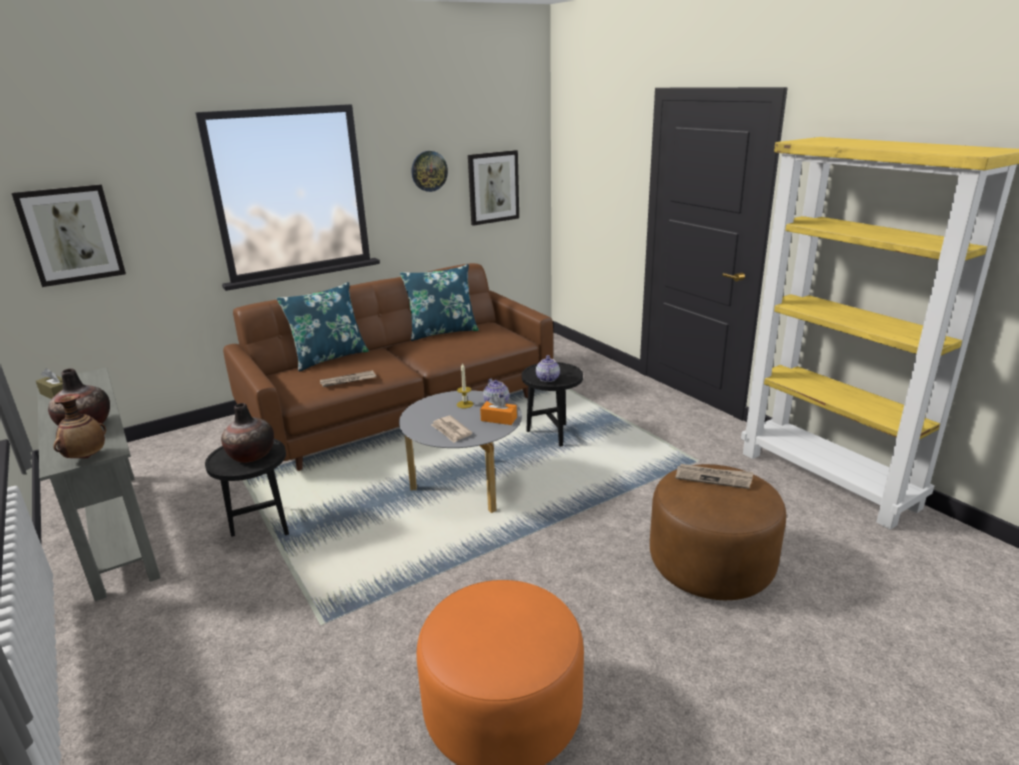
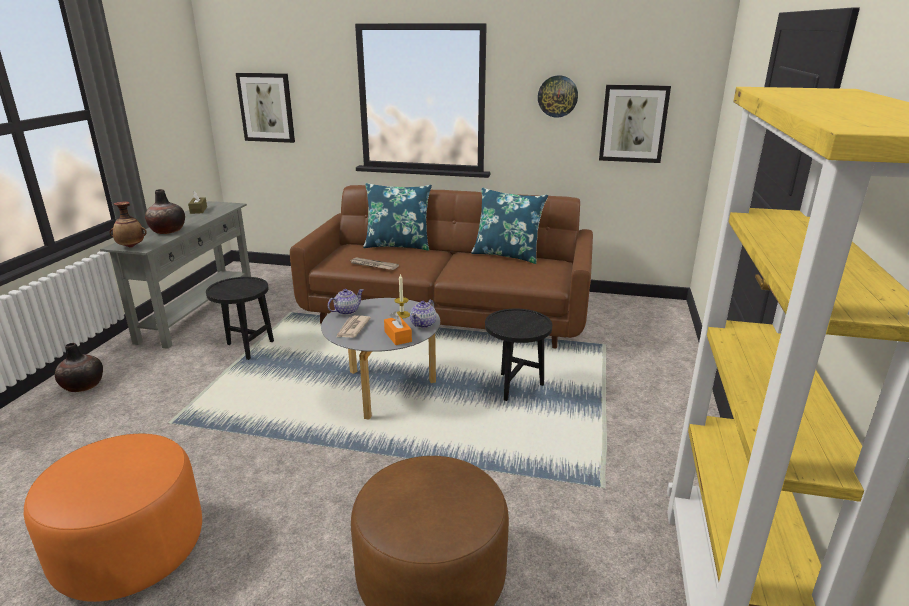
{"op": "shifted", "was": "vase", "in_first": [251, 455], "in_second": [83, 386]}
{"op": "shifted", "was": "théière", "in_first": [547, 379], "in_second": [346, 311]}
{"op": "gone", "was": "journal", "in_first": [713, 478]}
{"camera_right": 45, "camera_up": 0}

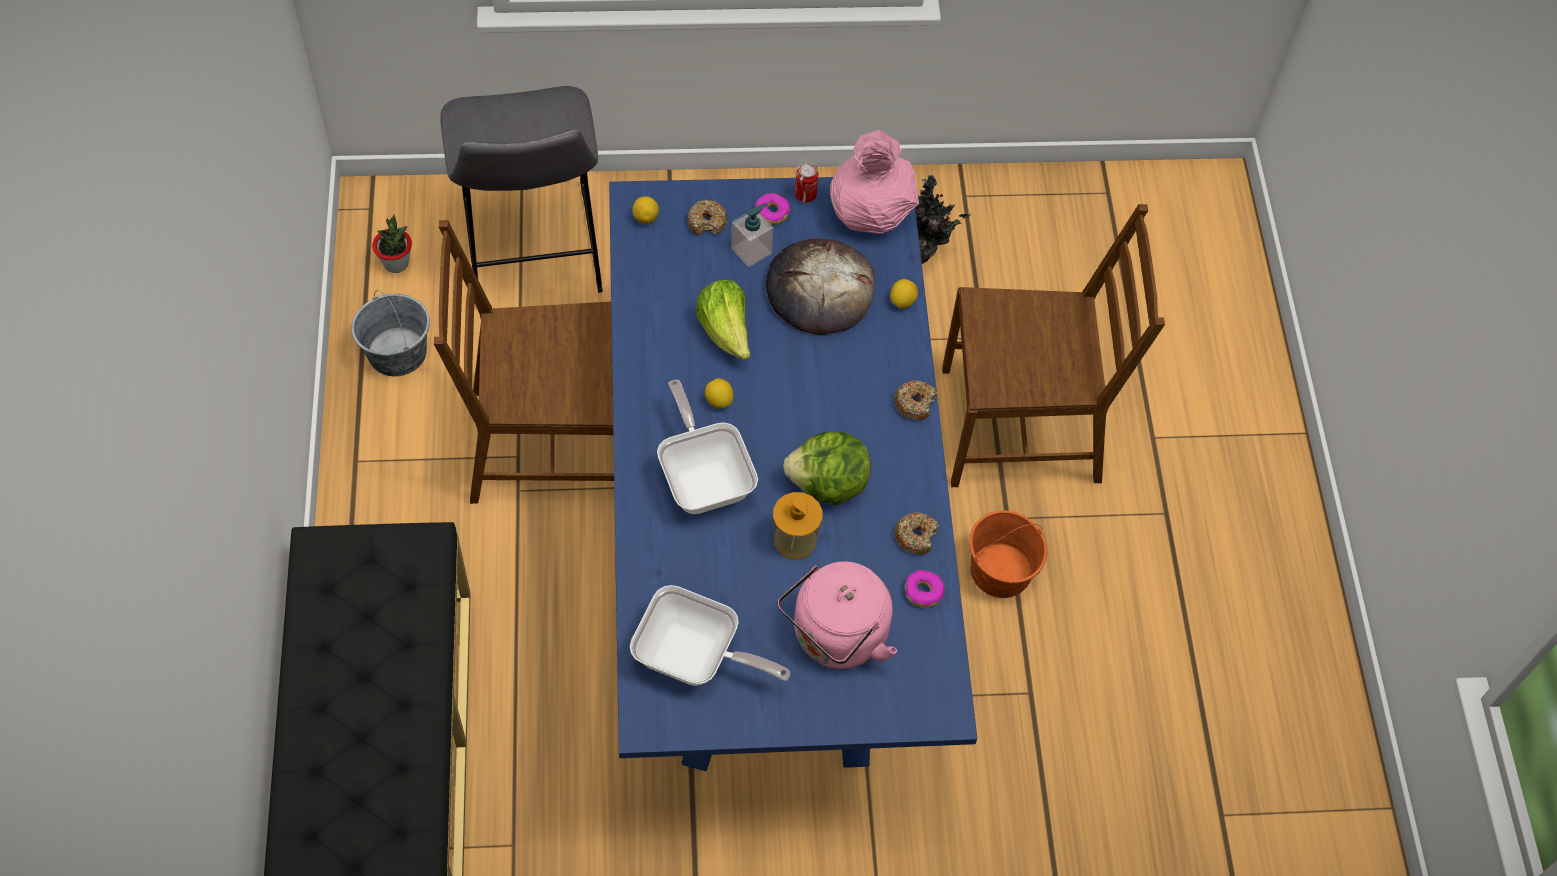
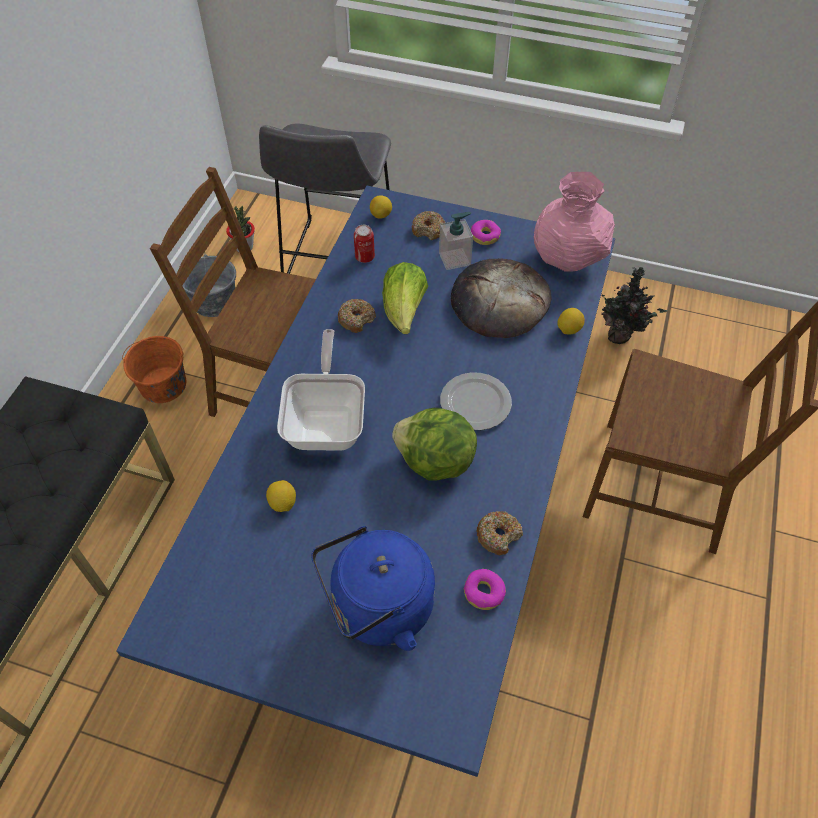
{"op": "gone", "was": "poêle", "in_first": [695, 658]}
{"op": "shifted", "was": "citron", "in_first": [719, 401], "in_second": [283, 503]}
{"op": "gone", "was": "distributeur de savon", "in_first": [795, 540]}
{"op": "repainted", "was": "bouilloire [rose]", "now": "bouilloire [bleu]", "in_first": [836, 638], "in_second": [377, 609]}
{"op": "shifted", "was": "boîte métallique", "in_first": [805, 195], "in_second": [364, 257]}
{"op": "shifted", "was": "beignet", "in_first": [915, 403], "in_second": [356, 319]}
{"op": "shifted", "was": "seau [orange]", "in_first": [1001, 571], "in_second": [164, 385]}
{"op": "new", "now": "assiette", "in_second": [475, 404]}
{"camera_right": 25, "camera_up": -5}

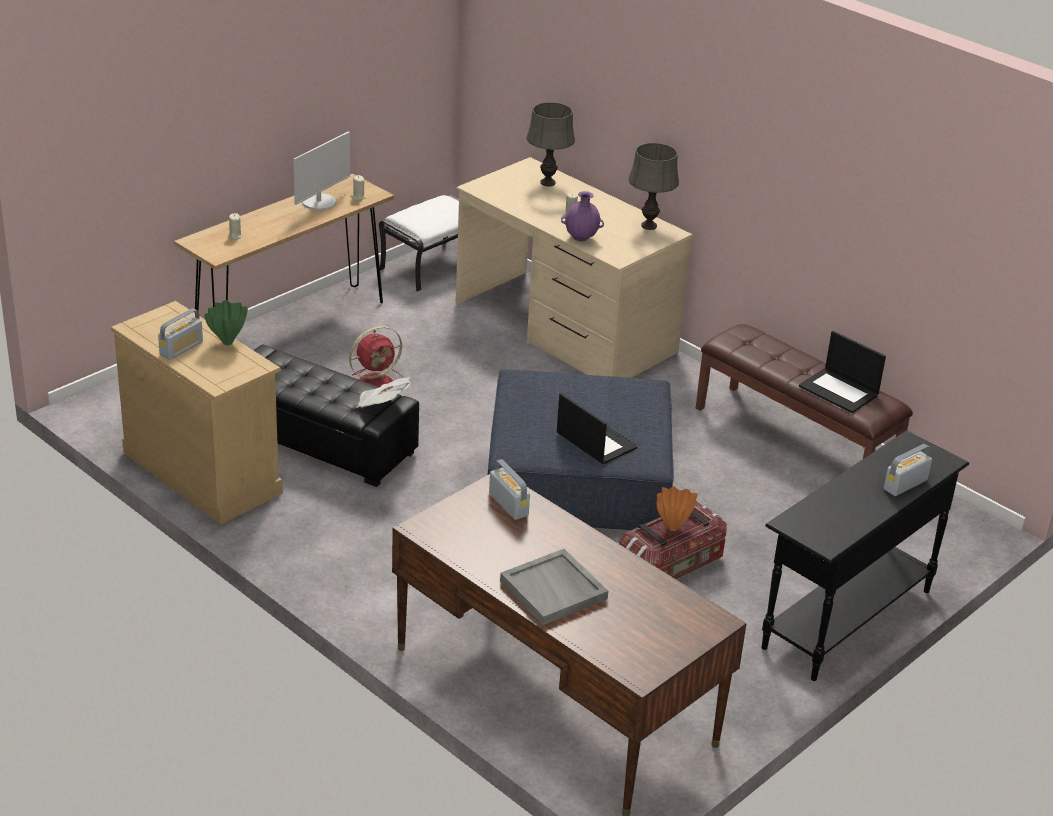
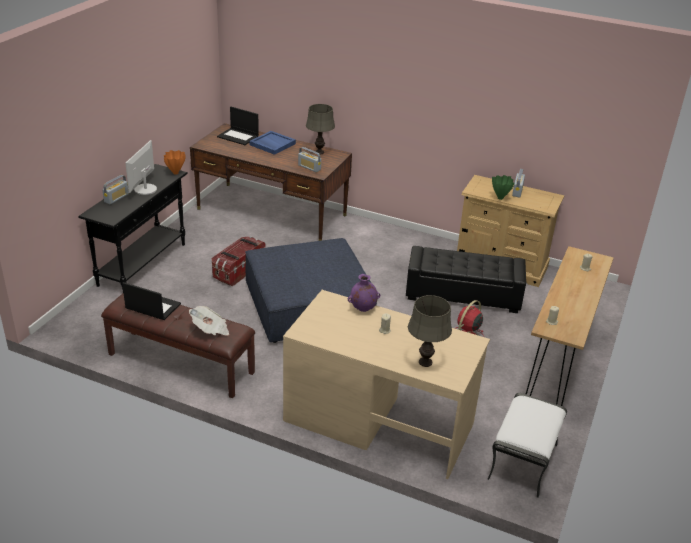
{"op": "shifted", "was": "écran d'ordinateur", "in_first": [319, 202], "in_second": [145, 189]}
{"op": "shifted", "was": "journal", "in_first": [382, 405], "in_second": [210, 330]}
{"op": "repainted", "was": "plateau [gris]", "now": "plateau [bleu]", "in_first": [554, 590], "in_second": [272, 144]}
{"op": "shifted", "was": "ordinateur portable", "in_first": [595, 441], "in_second": [238, 136]}
{"op": "shifted", "was": "lampe de table [gris]", "in_first": [649, 226], "in_second": [319, 152]}
{"op": "shifted", "was": "vase [orange]", "in_first": [672, 528], "in_second": [176, 173]}
{"camera_right": 160, "camera_up": 0}

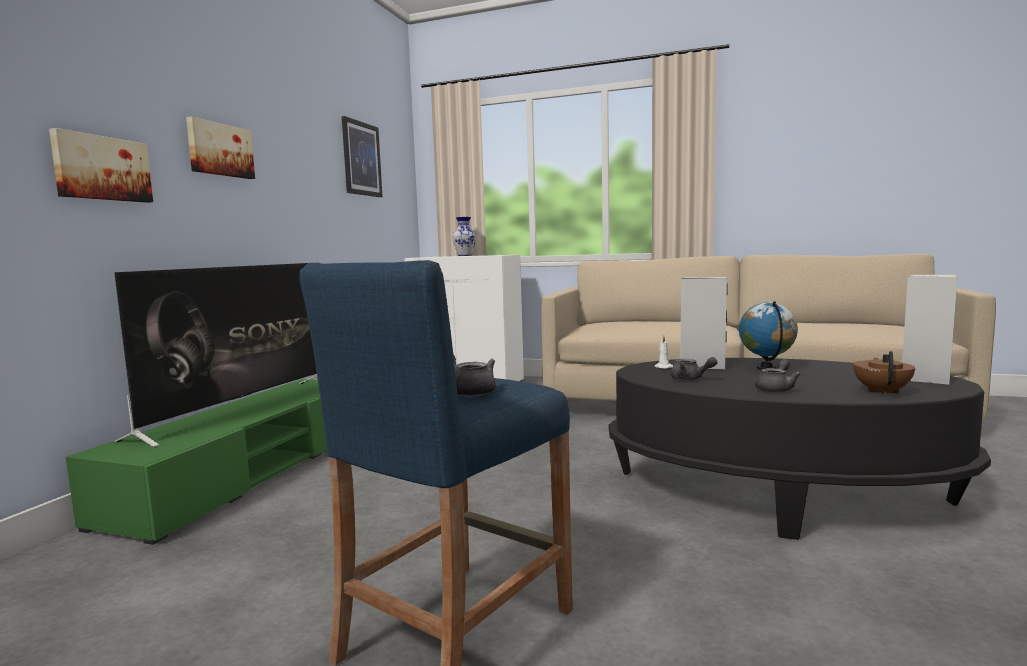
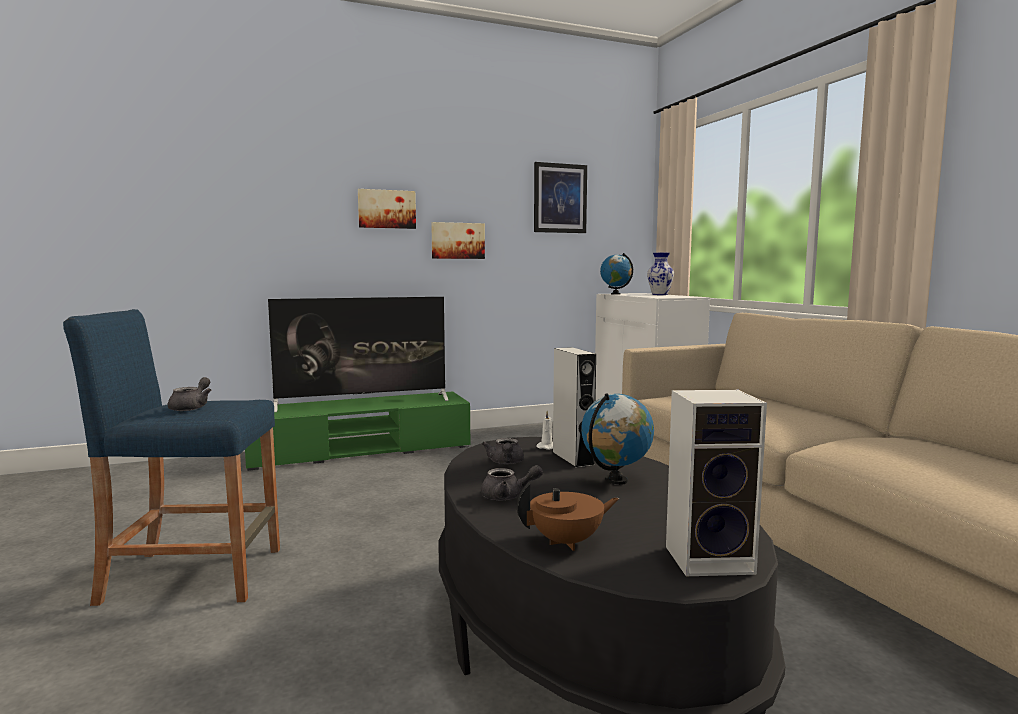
{"op": "shifted", "was": "tableau", "in_first": [102, 168], "in_second": [457, 241]}
{"op": "new", "now": "globe", "in_second": [615, 294]}
{"camera_right": 50, "camera_up": 0}

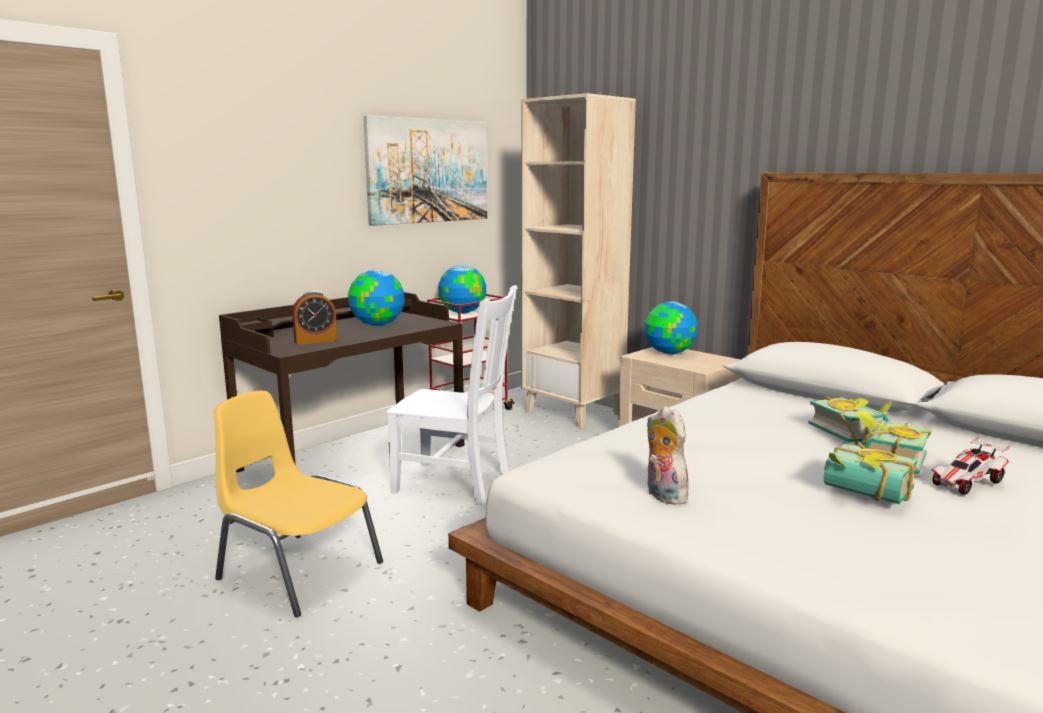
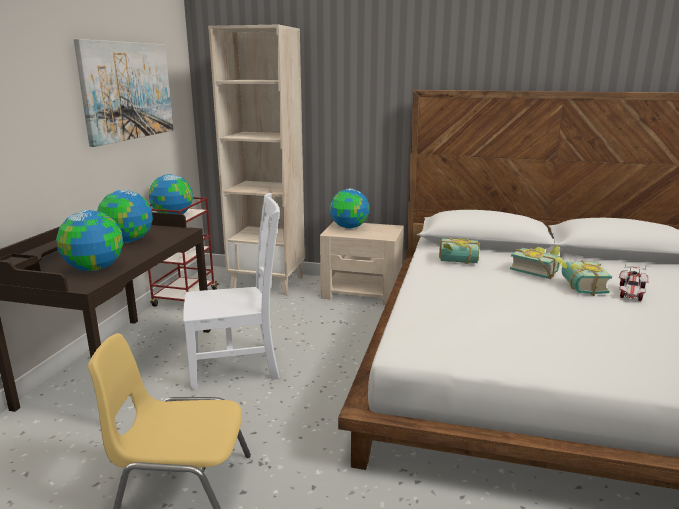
{"op": "swapped", "was": "réveil", "now": "globe", "in_first": [316, 341], "in_second": [95, 268]}
{"op": "gone", "was": "peluche", "in_first": [662, 495]}
{"op": "shifted", "was": "livre", "in_first": [864, 494], "in_second": [458, 262]}
{"camera_right": -30, "camera_up": 5}

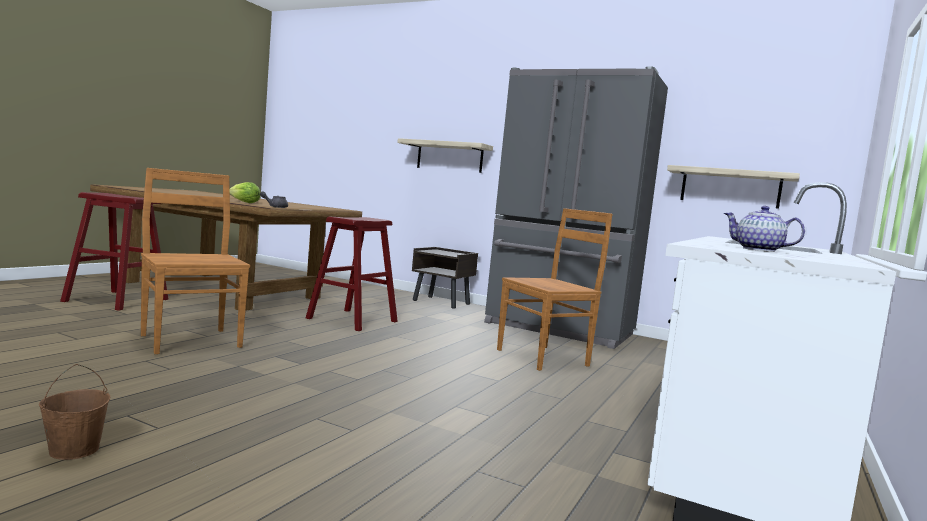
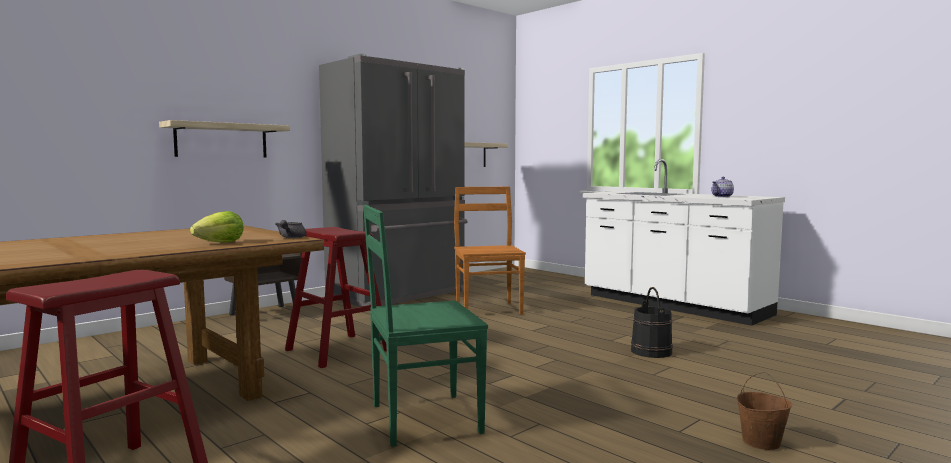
{"op": "repainted", "was": "chaise [marron]", "now": "chaise [vert]", "in_first": [190, 340], "in_second": [422, 419]}
{"op": "new", "now": "seau [noir]", "in_second": [651, 351]}
{"camera_right": -70, "camera_up": 0}

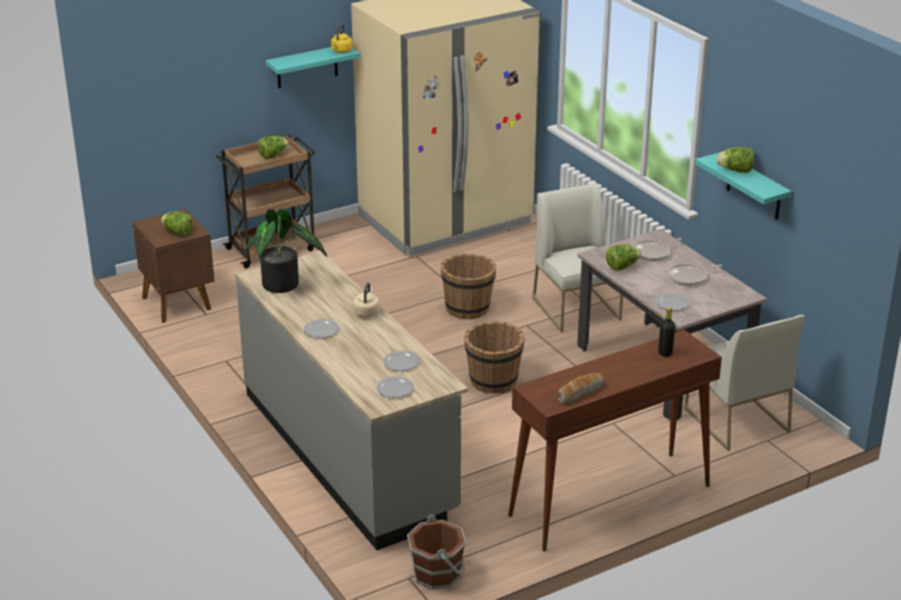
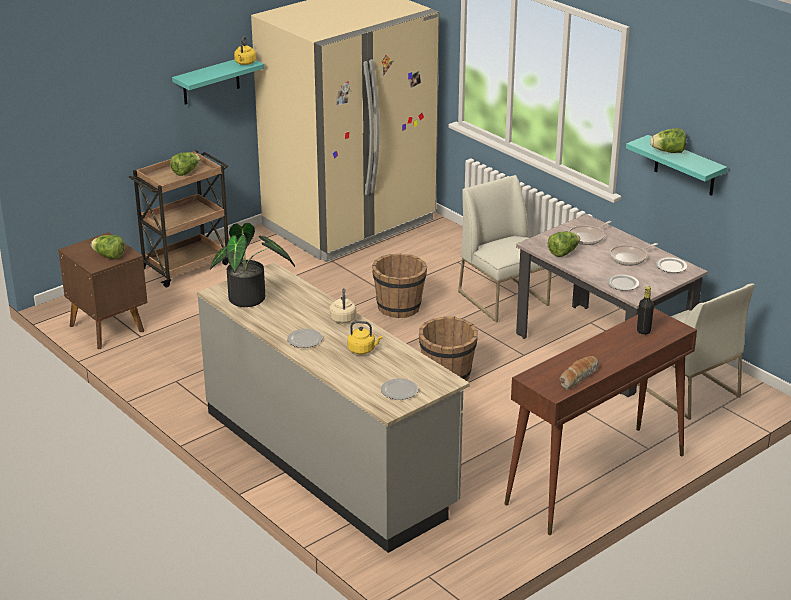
{"op": "shifted", "was": "assiette", "in_first": [402, 362], "in_second": [671, 266]}
{"op": "gone", "was": "seau [marron]", "in_first": [437, 573]}
{"op": "new", "now": "bouilloire [jaune]", "in_second": [363, 350]}
{"camera_right": -10, "camera_up": 0}

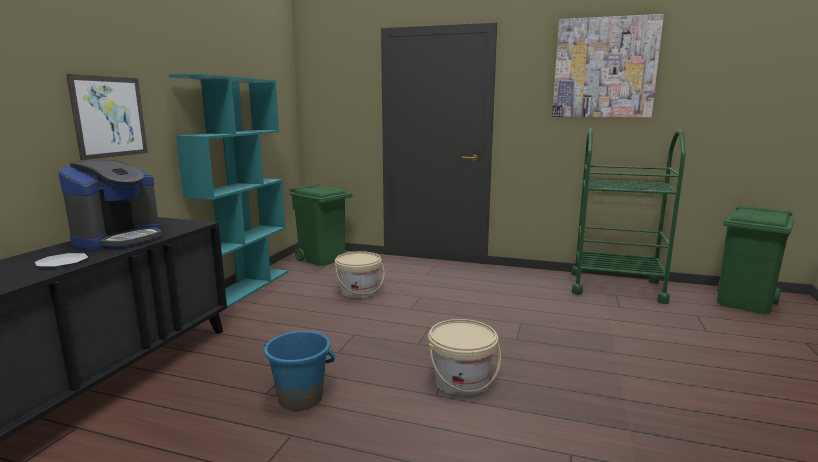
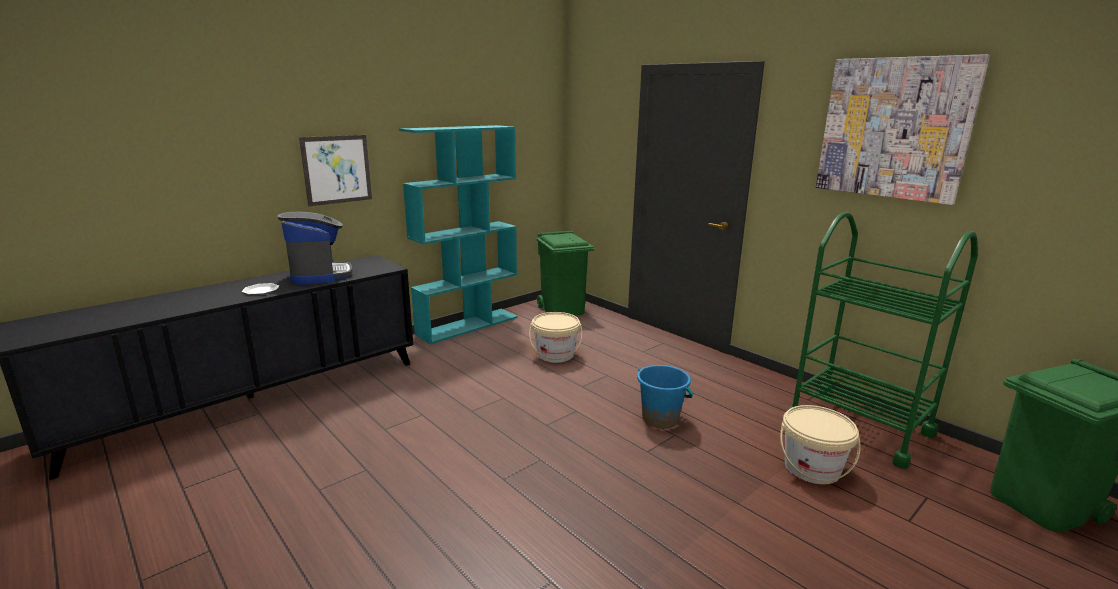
{"op": "rotated", "was": "machine à café", "in_first": [119, 239], "in_second": [319, 275], "clockwise": -75}
{"op": "shifted", "was": "seau [bleu]", "in_first": [301, 398], "in_second": [660, 419]}
{"op": "shifted", "was": "seau [beige]", "in_first": [461, 382], "in_second": [812, 468]}
{"camera_right": 30, "camera_up": 5}

